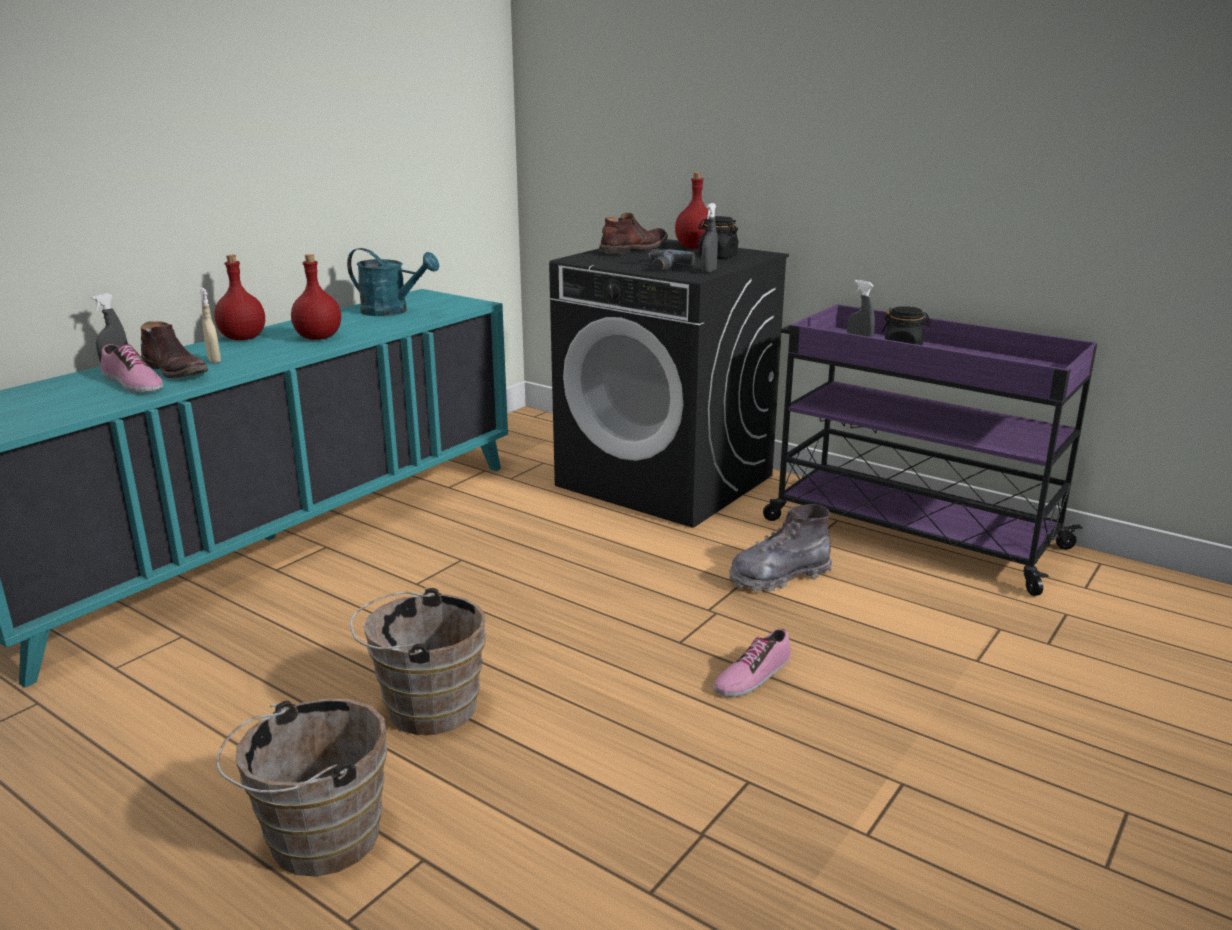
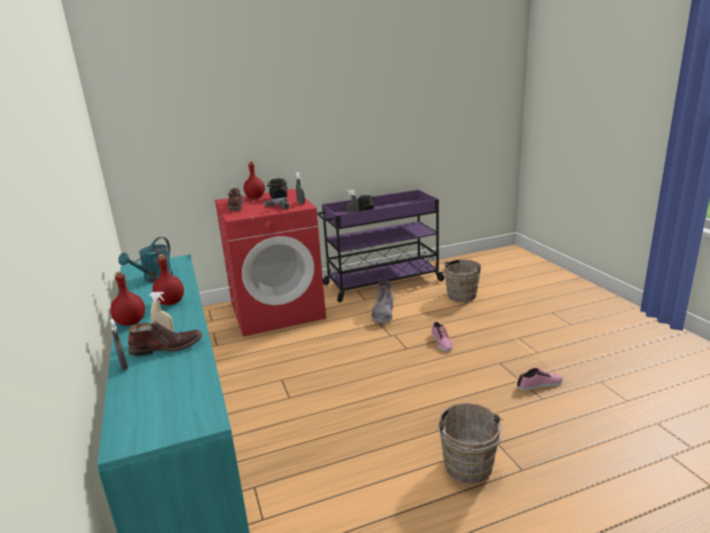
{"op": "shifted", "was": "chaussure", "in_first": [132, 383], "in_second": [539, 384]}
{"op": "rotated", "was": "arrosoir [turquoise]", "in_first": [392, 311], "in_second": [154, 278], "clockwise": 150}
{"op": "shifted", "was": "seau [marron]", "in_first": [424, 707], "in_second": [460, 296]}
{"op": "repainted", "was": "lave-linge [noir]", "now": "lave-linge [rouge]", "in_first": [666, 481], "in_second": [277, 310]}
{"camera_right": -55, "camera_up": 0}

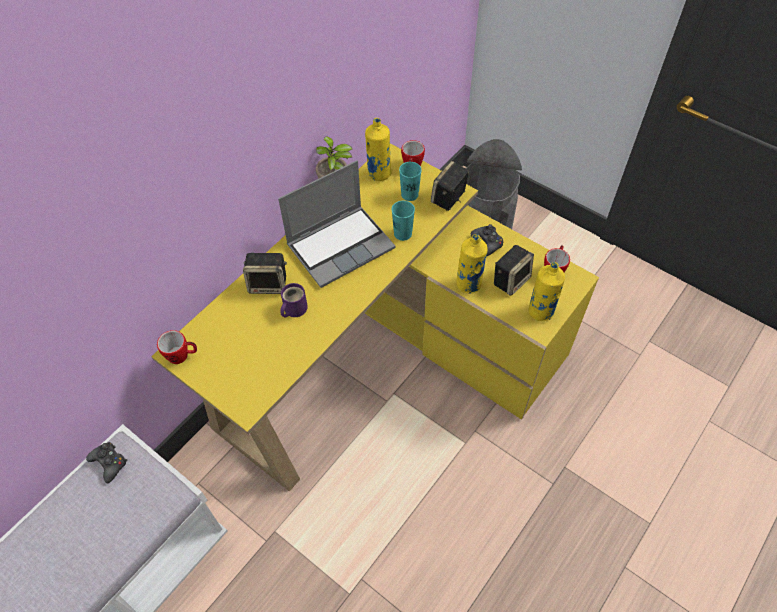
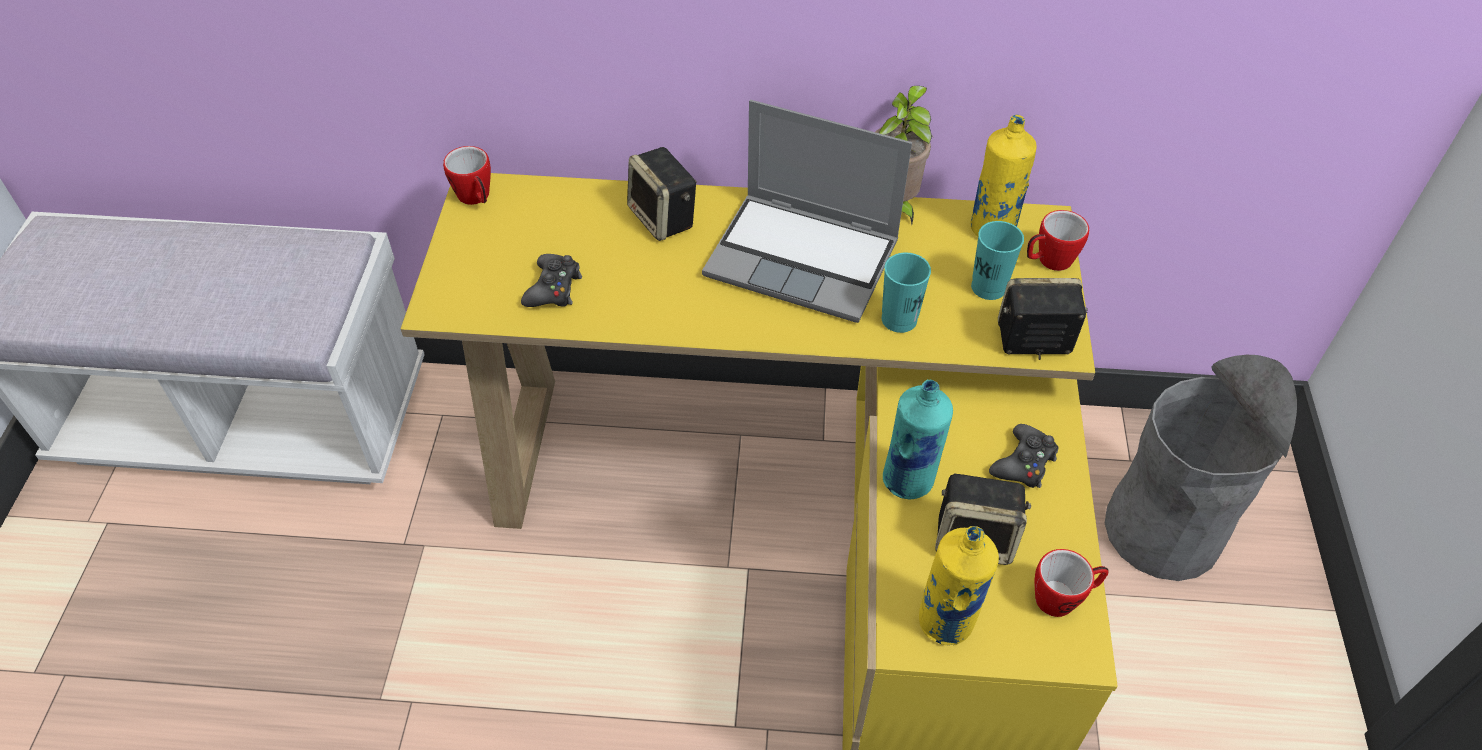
{"op": "shifted", "was": "manette [noir]", "in_first": [109, 463], "in_second": [553, 288]}
{"op": "gone", "was": "mug [violet]", "in_first": [293, 309]}
{"op": "repainted", "was": "bouteille [jaune]", "now": "bouteille [turquoise]", "in_first": [469, 284], "in_second": [909, 480]}
{"camera_right": 55, "camera_up": -5}

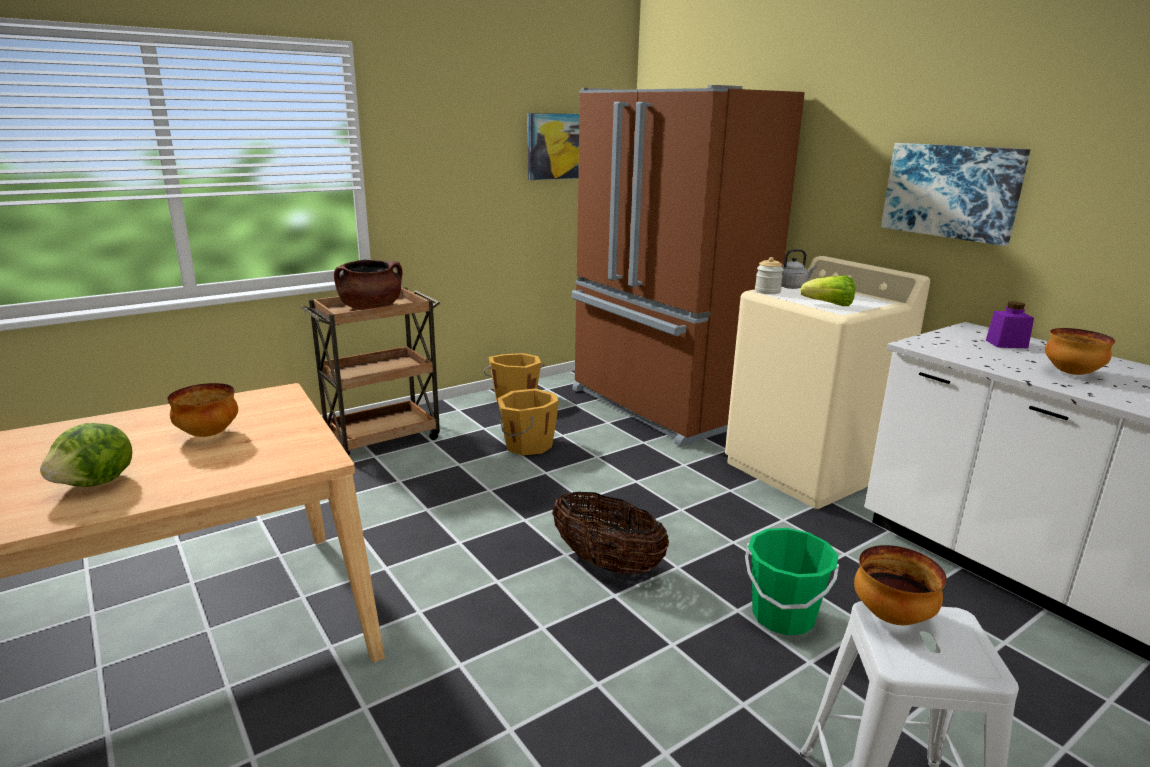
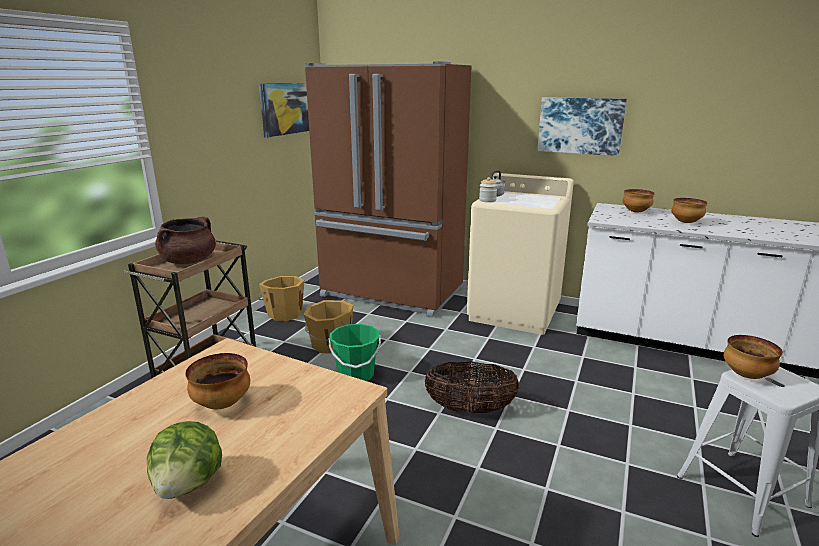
{"op": "shifted", "was": "seau [vert]", "in_first": [783, 616], "in_second": [356, 375]}
{"op": "gone", "was": "laitue", "in_first": [829, 305]}
{"op": "swapped", "was": "bocal [violet]", "now": "bol", "in_first": [1006, 344], "in_second": [636, 212]}
{"camera_right": -30, "camera_up": 0}

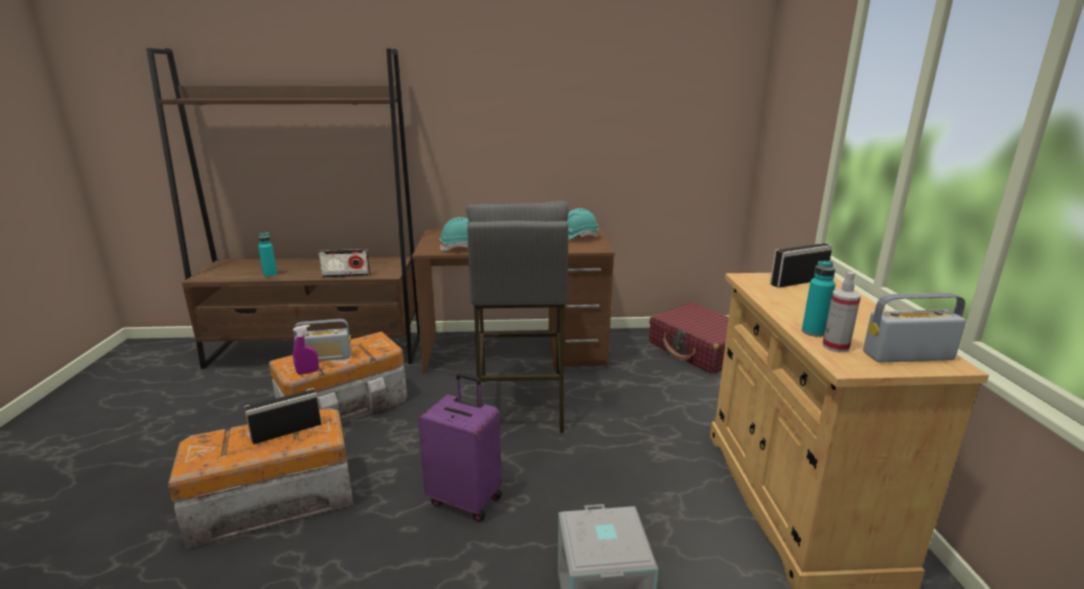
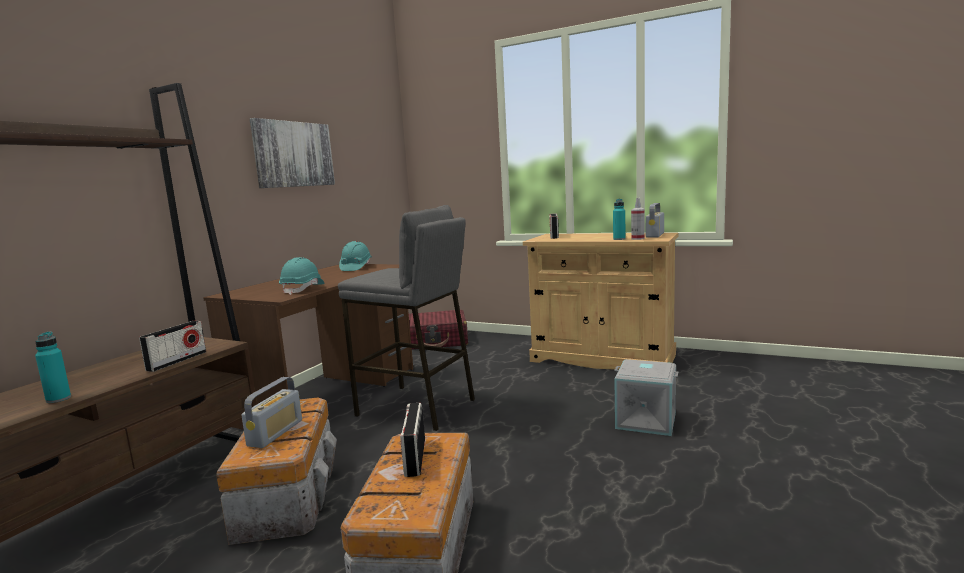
{"op": "gone", "was": "vaporisateur [violet]", "in_first": [308, 372]}
{"op": "gone", "was": "valise [violet]", "in_first": [466, 499]}
{"op": "new", "now": "tableau", "in_second": [293, 154]}
{"camera_right": -60, "camera_up": -10}

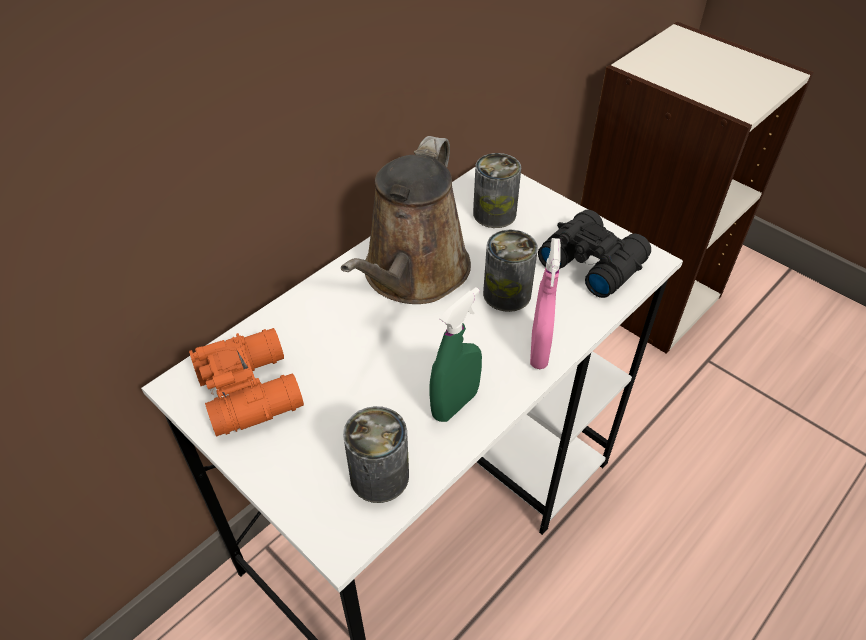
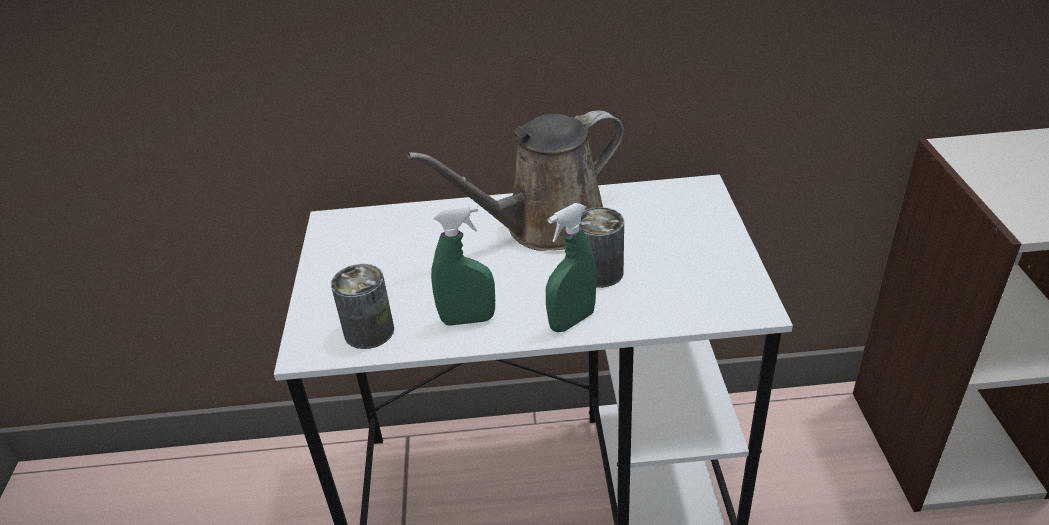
{"op": "gone", "was": "jumelles [orange]", "in_first": [251, 388]}
{"op": "gone", "was": "boîte métallique", "in_first": [494, 213]}
{"op": "repainted", "was": "vaporisateur [rose]", "now": "vaporisateur [vert]", "in_first": [539, 351], "in_second": [572, 321]}
{"op": "gone", "was": "jumelles [noir]", "in_first": [591, 261]}
{"camera_right": 45, "camera_up": -10}

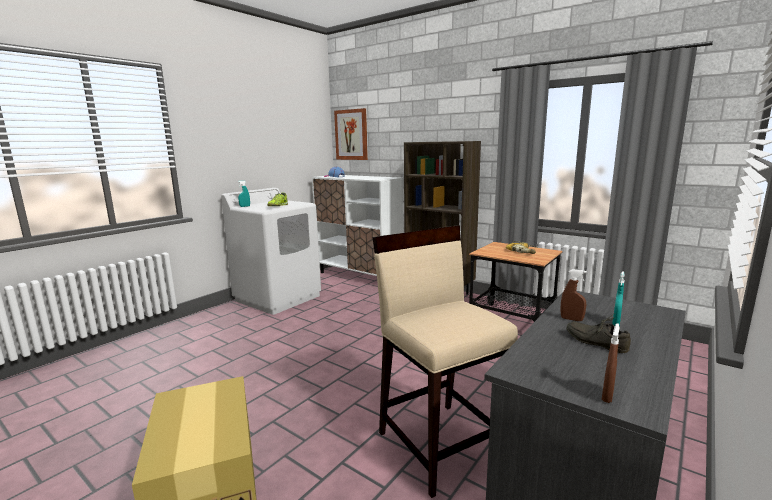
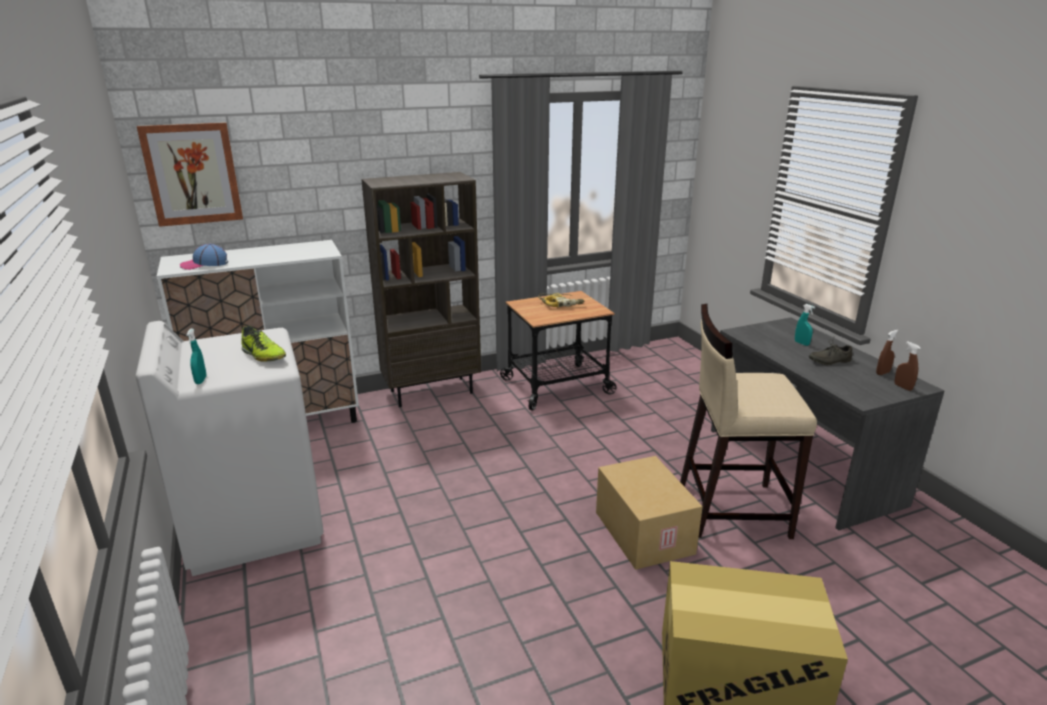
{"op": "shifted", "was": "vaporisateur [marron]", "in_first": [571, 319], "in_second": [882, 373]}
{"op": "new", "now": "carton", "in_second": [642, 532]}
{"camera_right": -60, "camera_up": 10}

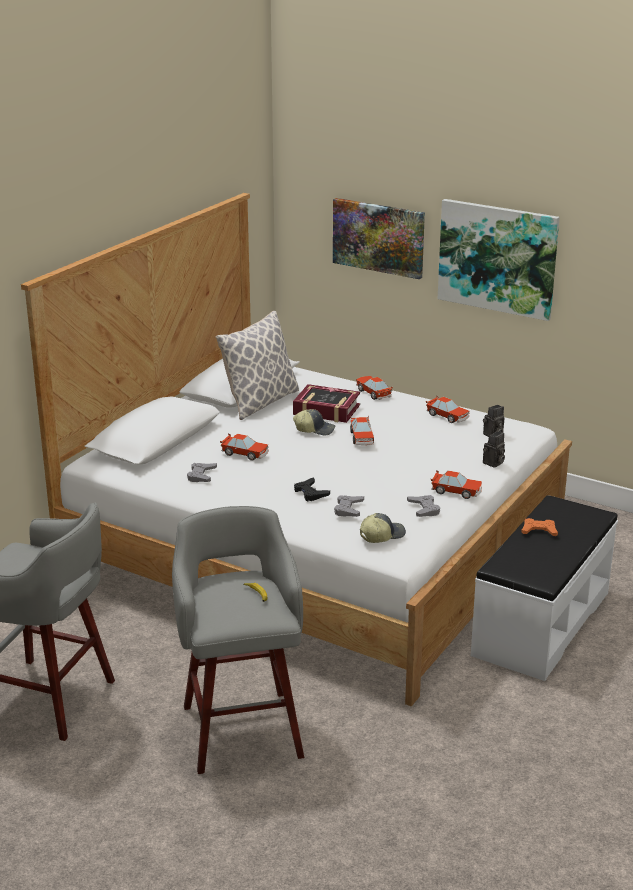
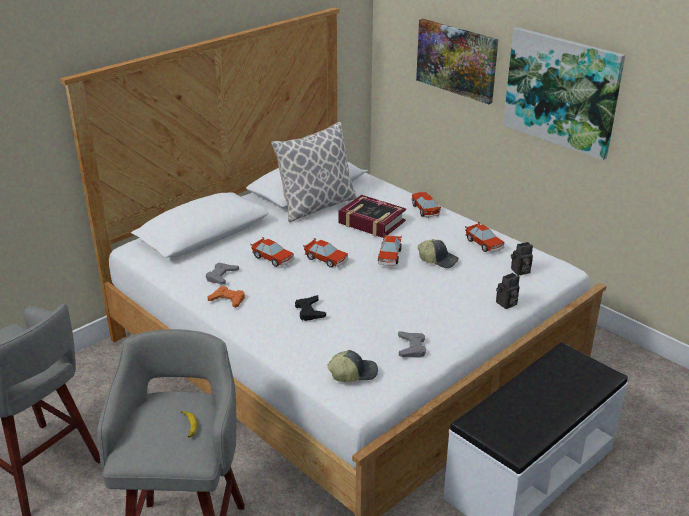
{"op": "shifted", "was": "casquette", "in_first": [315, 429], "in_second": [438, 260]}
{"op": "gone", "was": "manette [gris]", "in_first": [348, 509]}
{"op": "shifted", "was": "petite voiture", "in_first": [456, 492], "in_second": [326, 259]}
{"op": "shifted", "was": "manette [orange]", "in_first": [539, 531], "in_second": [227, 300]}
{"camera_right": 15, "camera_up": 5}

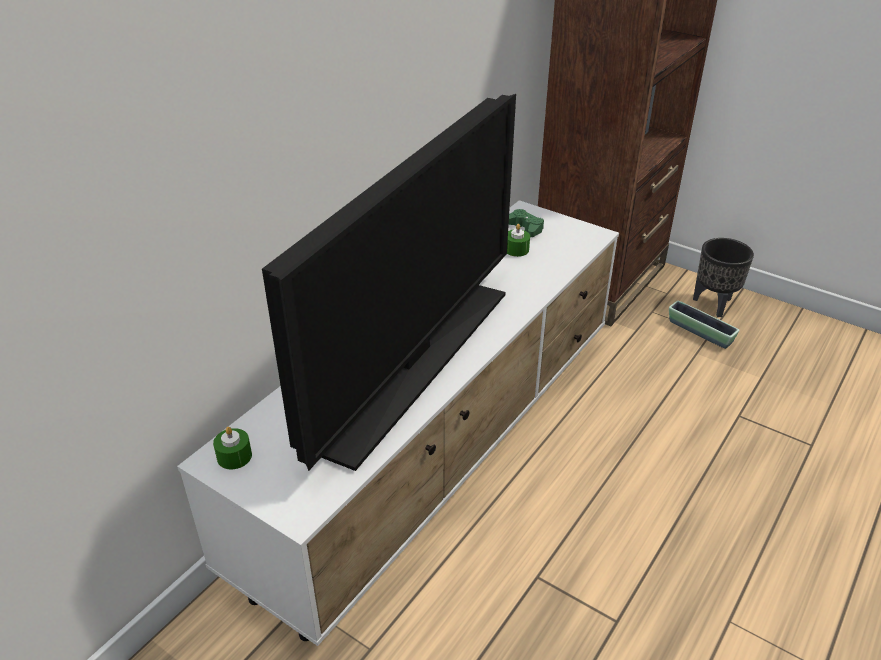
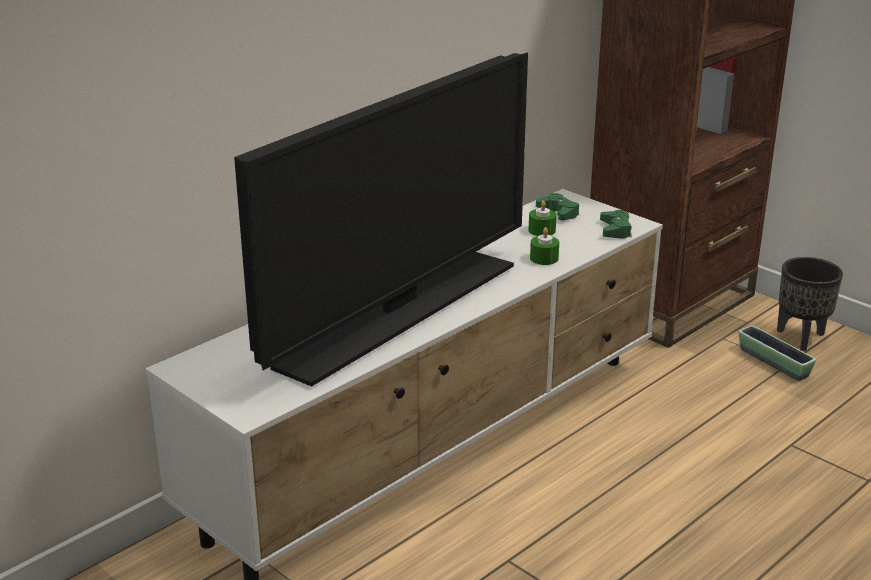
{"op": "shifted", "was": "bougie [vert]", "in_first": [234, 456], "in_second": [544, 258]}
{"op": "new", "now": "manette [vert]", "in_second": [615, 230]}
{"camera_right": 10, "camera_up": -10}

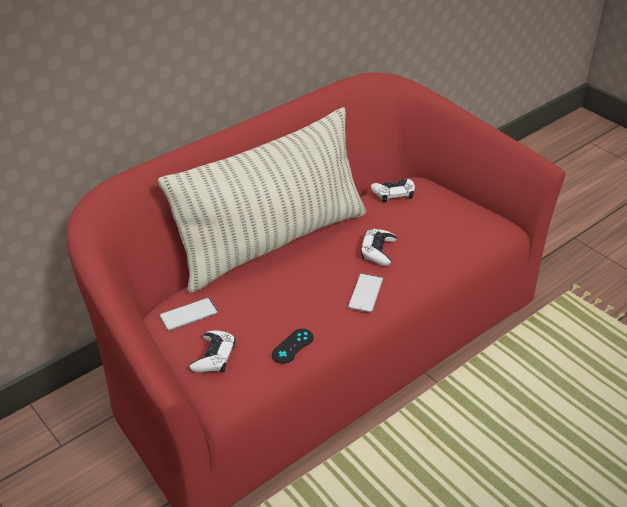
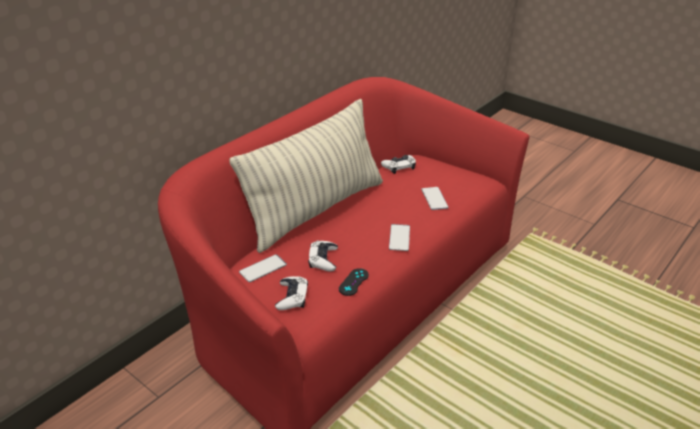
{"op": "shifted", "was": "manette [blanc]", "in_first": [378, 251], "in_second": [323, 259]}
{"op": "new", "now": "téléphone", "in_second": [434, 198]}
{"camera_right": -10, "camera_up": -5}

